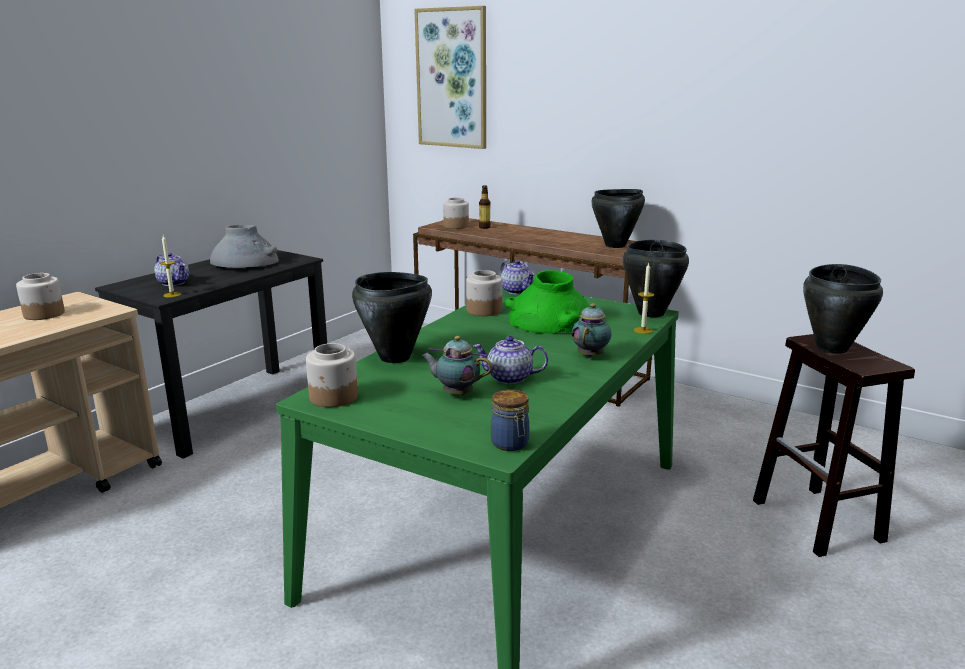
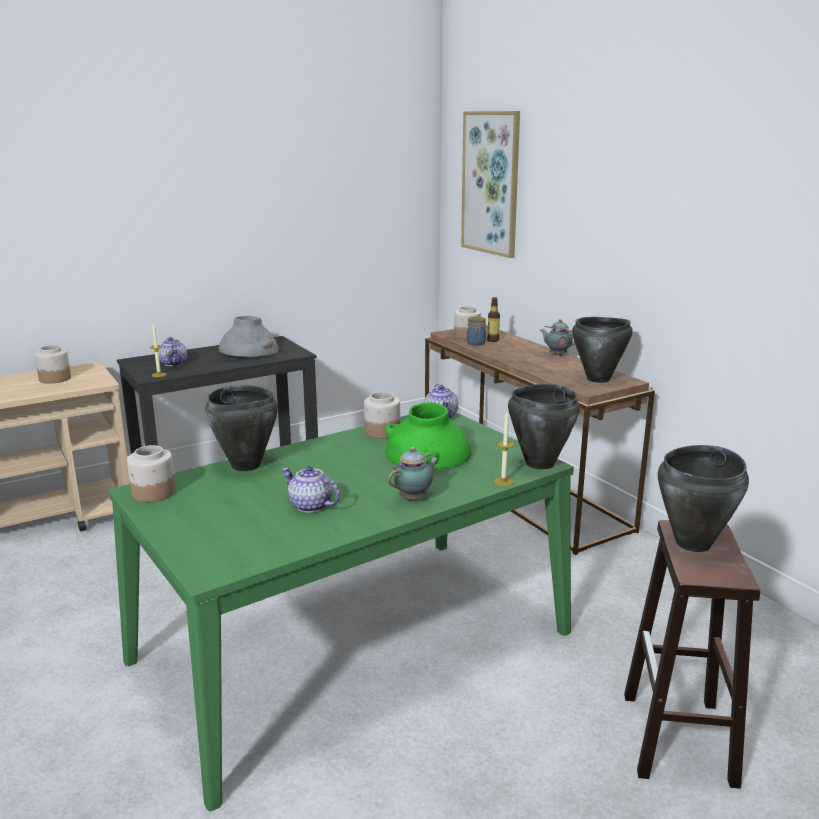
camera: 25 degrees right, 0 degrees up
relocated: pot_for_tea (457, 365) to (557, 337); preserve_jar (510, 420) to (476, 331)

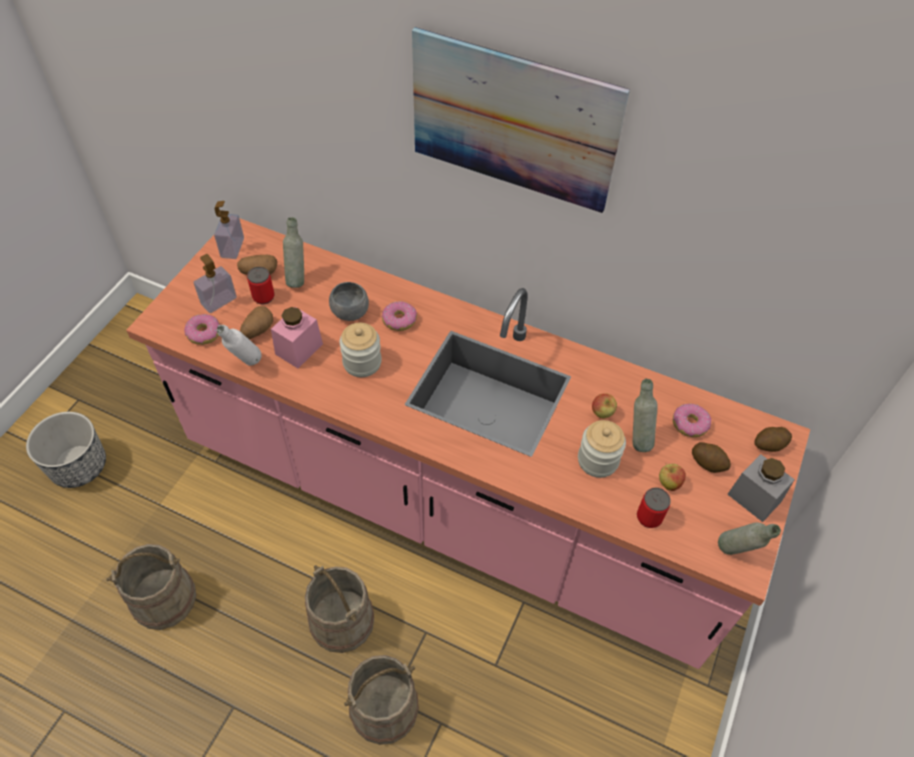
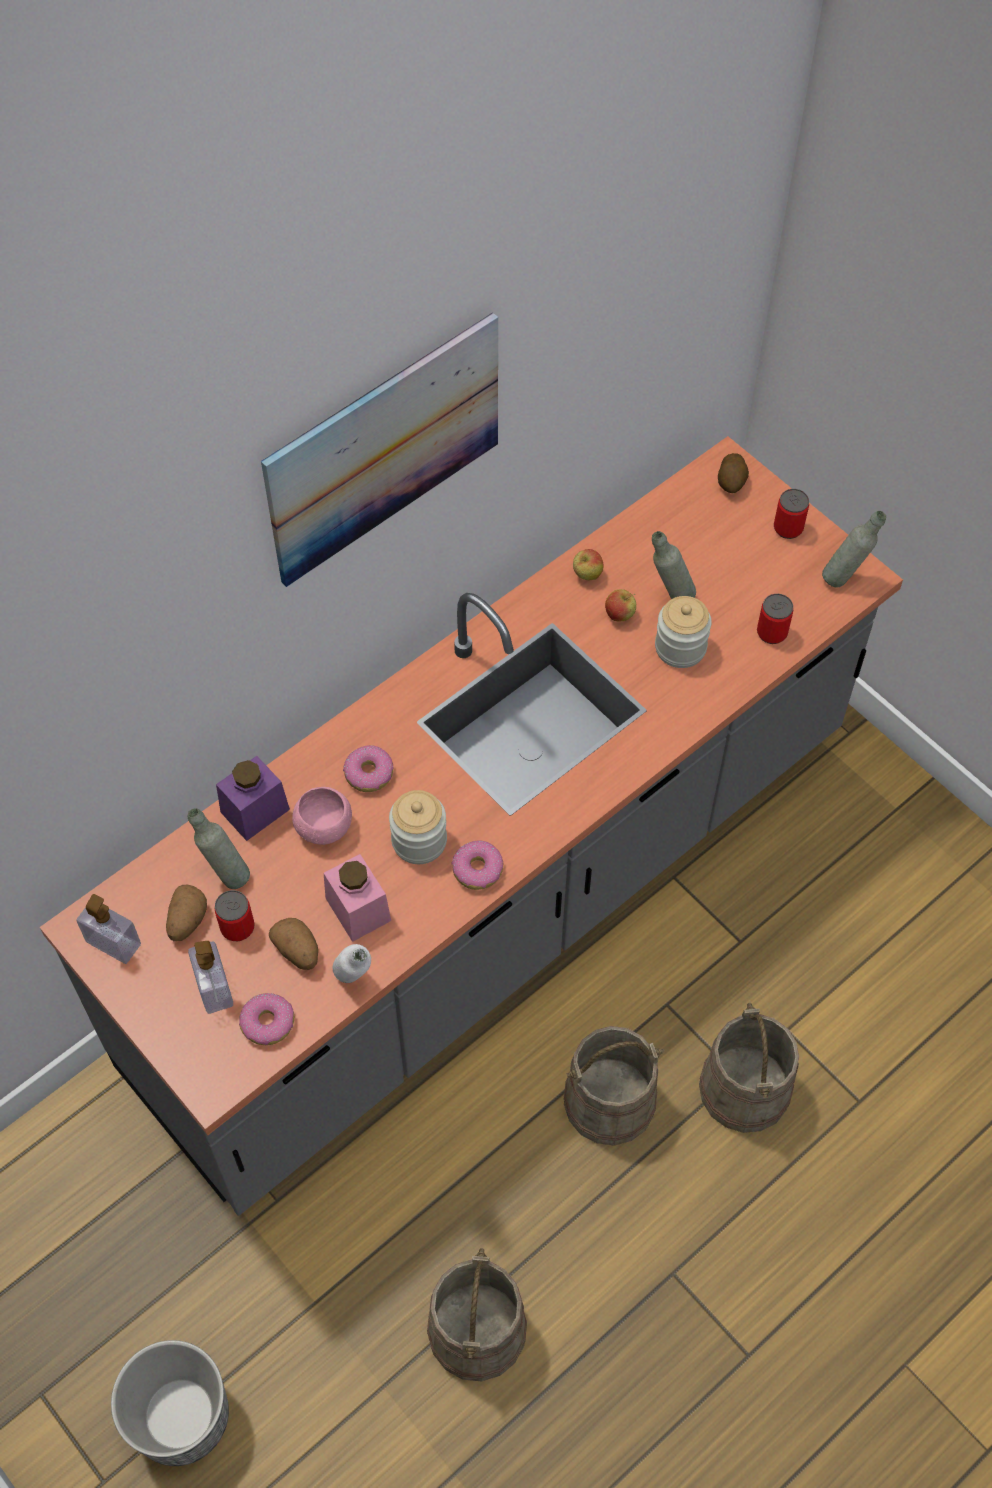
camera: 65 degrees left, 5 degrees up
missing: spud (711, 457)
appeared: purple_preserve_jar (253, 798)
relocated: whole_apple (672, 477) to (588, 564); donut (692, 420) to (477, 865)
exchanged: greyish_preserve_jar (761, 488) to sealed_can (791, 514)
colour: pink_counter (468, 443) to greyish_counter (471, 826); greyish_bowl (349, 301) to pink_bowl (322, 816)

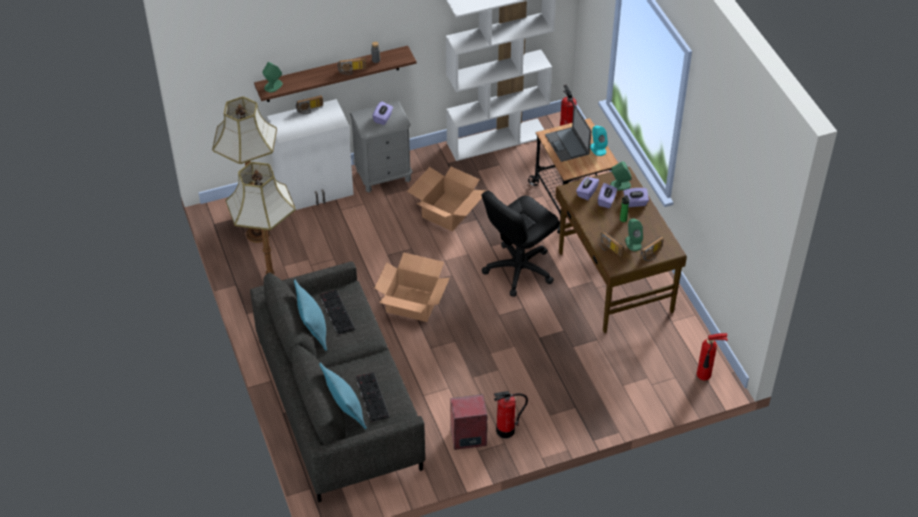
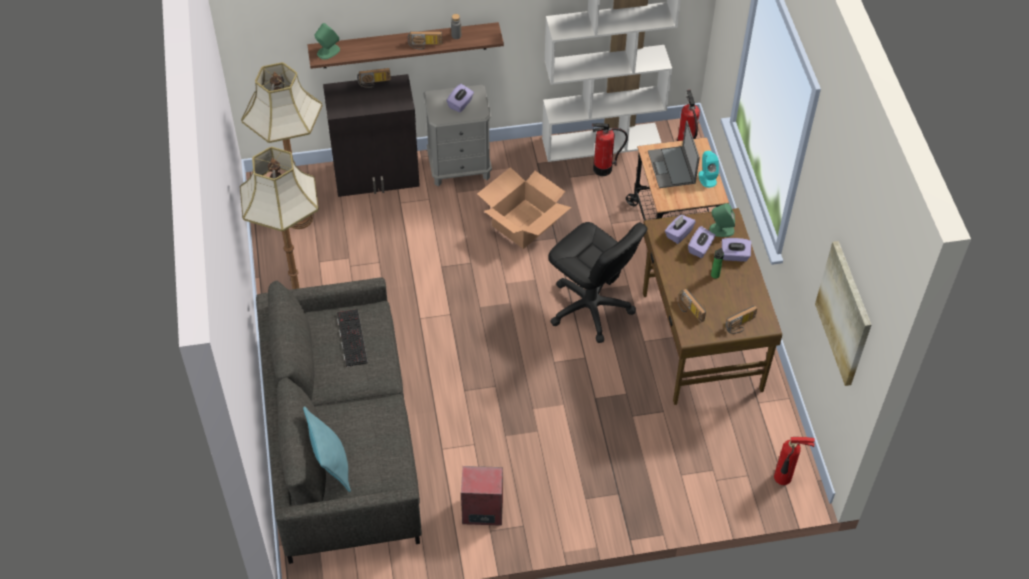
camera: 10 degrees right, 5 degrees up
missing: turquoise-coloured_throw_pillow (310, 315); keyboard (373, 397); carton (412, 287); green-coloured_audio_speaker (634, 234)
appeared: picture (843, 313)
relocated: fire-fighting_cylinder (511, 415) to (610, 149)
colour: white_cupboard (310, 154) to blackish_cupboard (371, 135)
spun: blackish_office_chair (520, 243) = (598, 282) 105 degrees counterclockwise

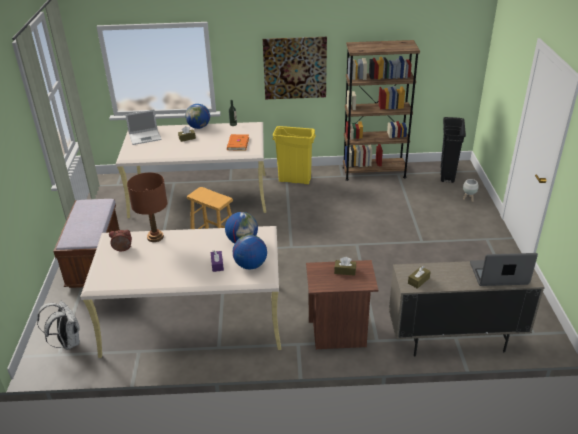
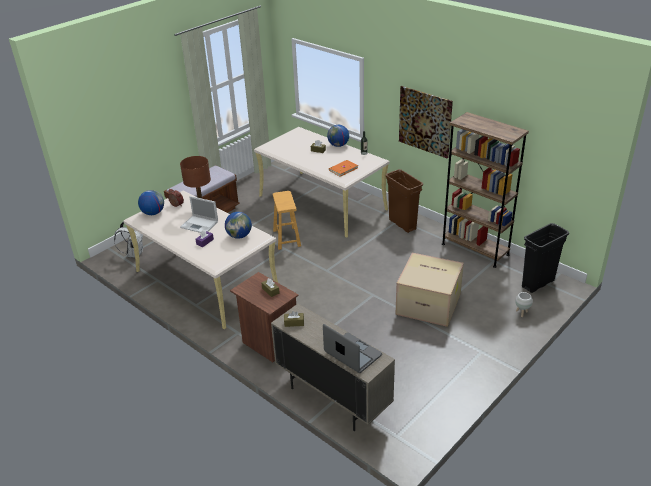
camera: 45 degrees right, 0 degrees up
appeared: carton (429, 290)
relocated: laptop (143, 127) to (199, 214); desk_globe (250, 252) to (151, 202)
colour: yellow_waste_bin (294, 155) to brown_waste_bin (404, 201)

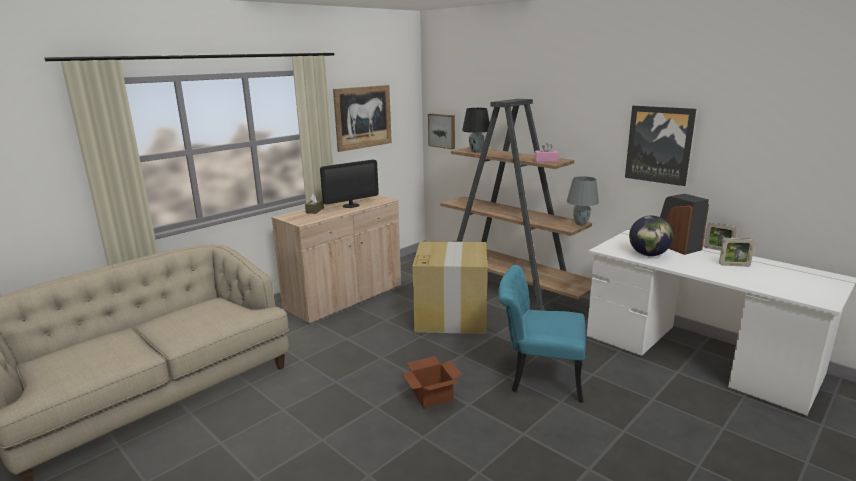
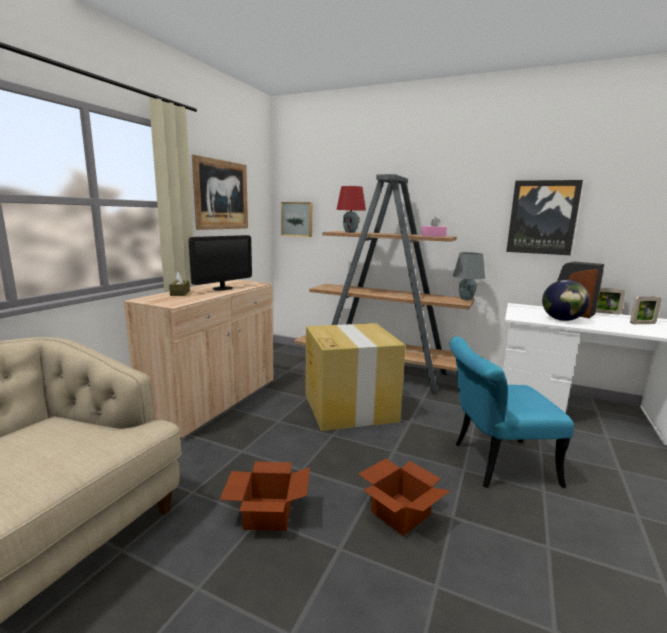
camera: 20 degrees left, 5 degrees down
appeared: carton (265, 496)
colour: blackish_tabletop_lamp (476, 130) to red_tabletop_lamp (351, 209)

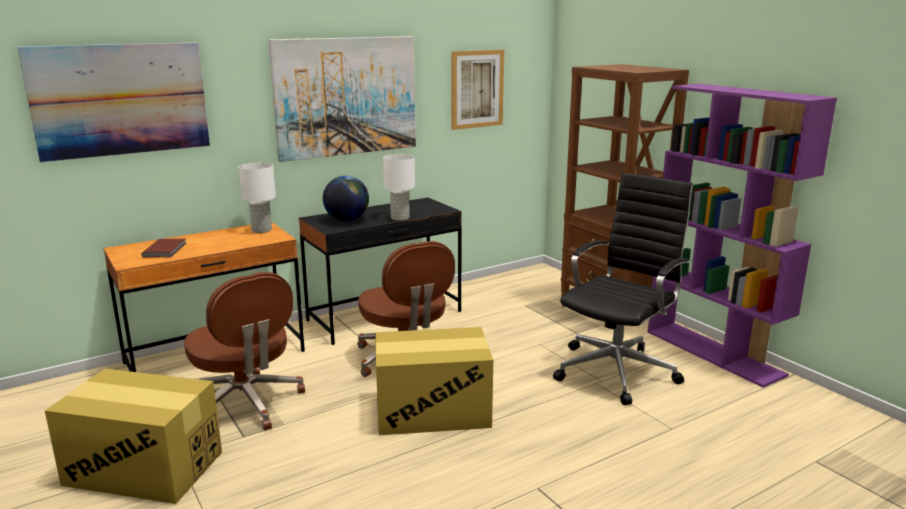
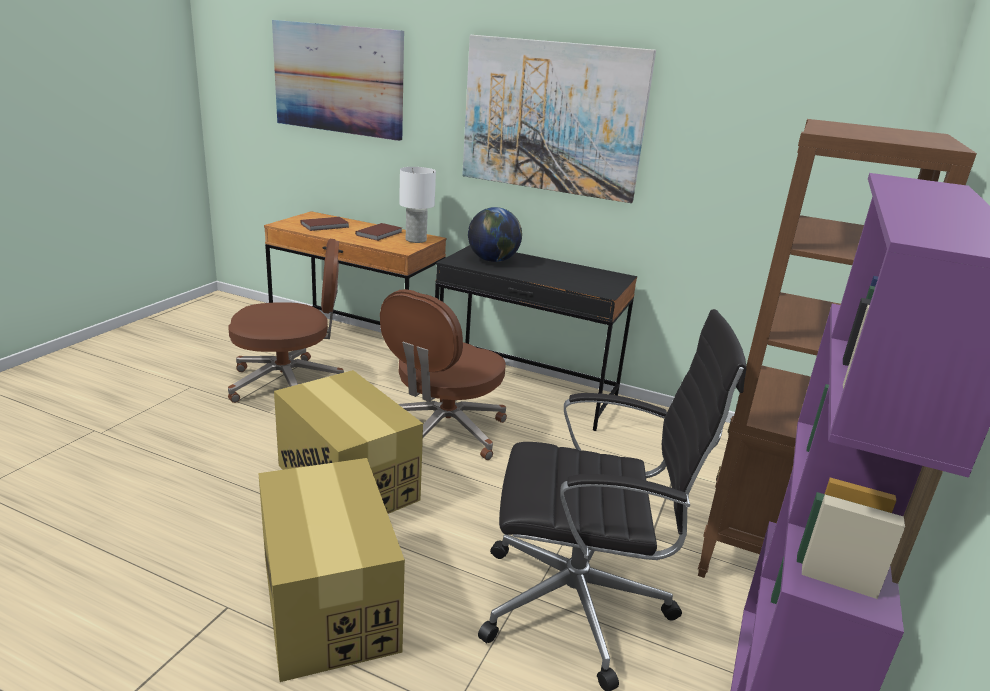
camera: 55 degrees right, 5 degrees up
missing: white_tabletop_lamp (399, 187); picture (477, 90)
appeared: brown_bound_book (378, 232)
relocated: carton (133, 436) to (331, 570)
spun: brown_office_chair (244, 351) = (286, 321) 120 degrees counterclockwise

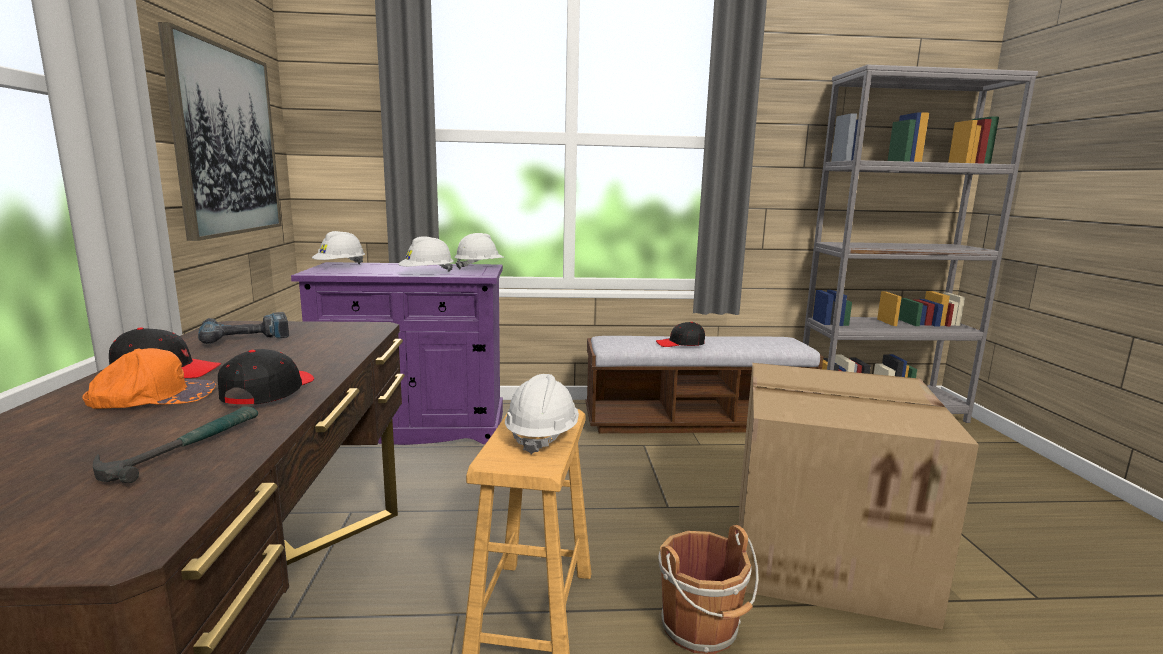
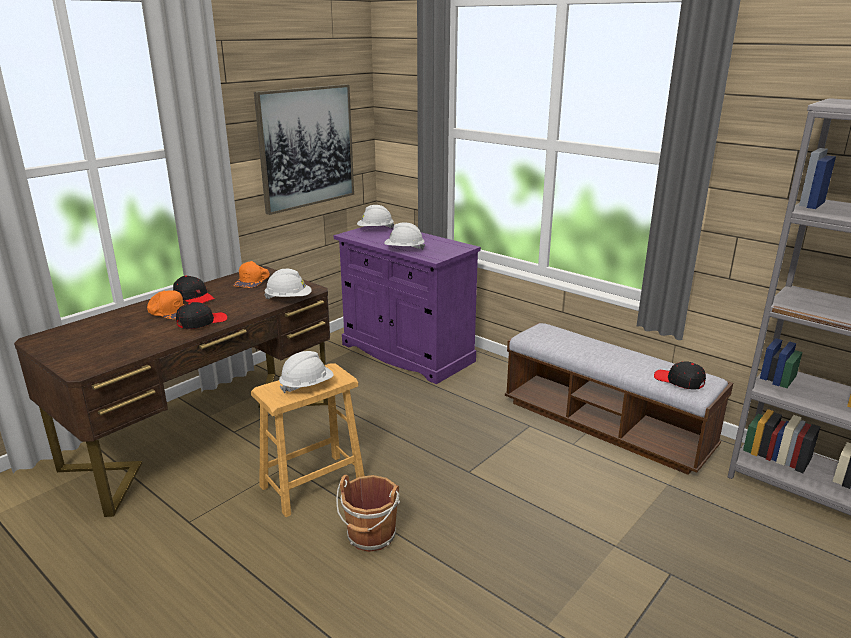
camera: 45 degrees right, 10 degrees up
missing: tool_hammer (175, 444); carton (859, 496)
relocated: white_hard_hat (479, 251) to (288, 284); blackish_peaked_cap (680, 334) to (680, 375)
exchanged: power_drill (243, 328) to orange-coloured_peaked_cap (251, 274)

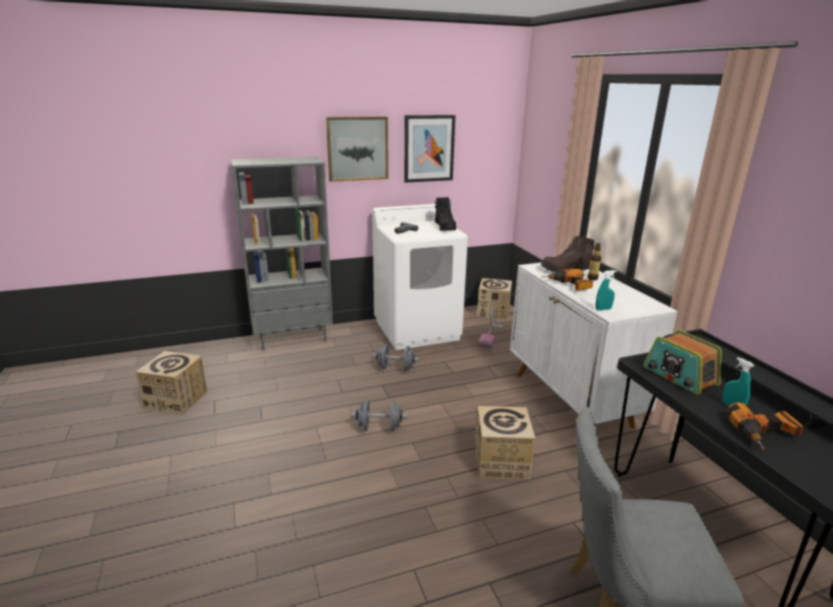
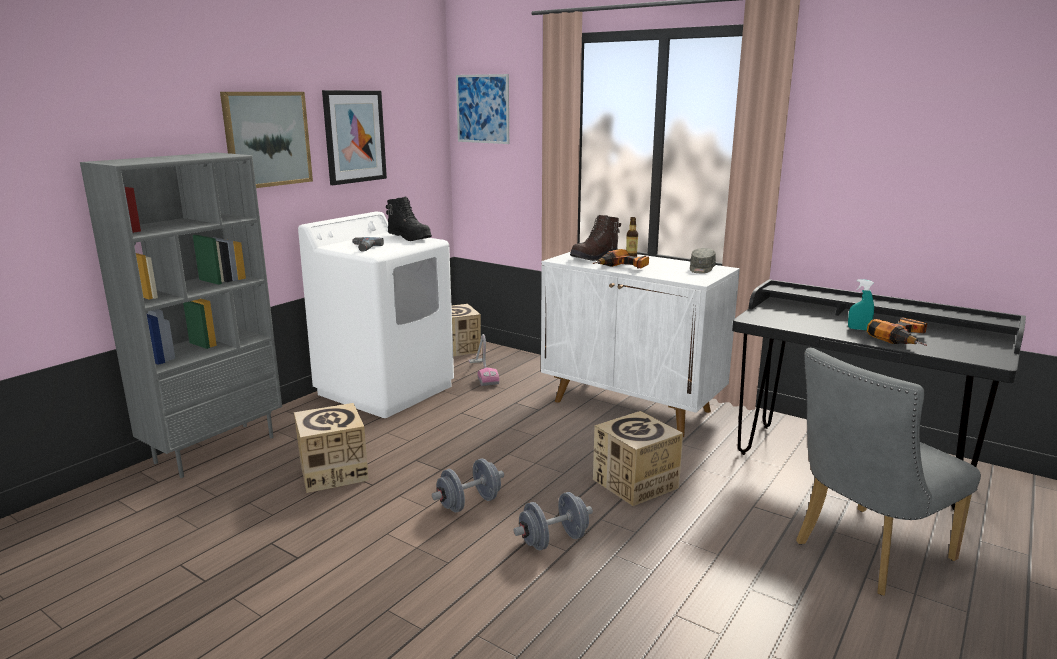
camera: 35 degrees left, 5 degrees down
missing: turquoise-coloured_spray_bottle (606, 290); radio_receiver (682, 362)
appeared: picture (482, 109); greyish_peaked_cap (703, 261)
relocated: carton (171, 383) to (331, 448); greyish_free_weight (396, 357) to (553, 521)

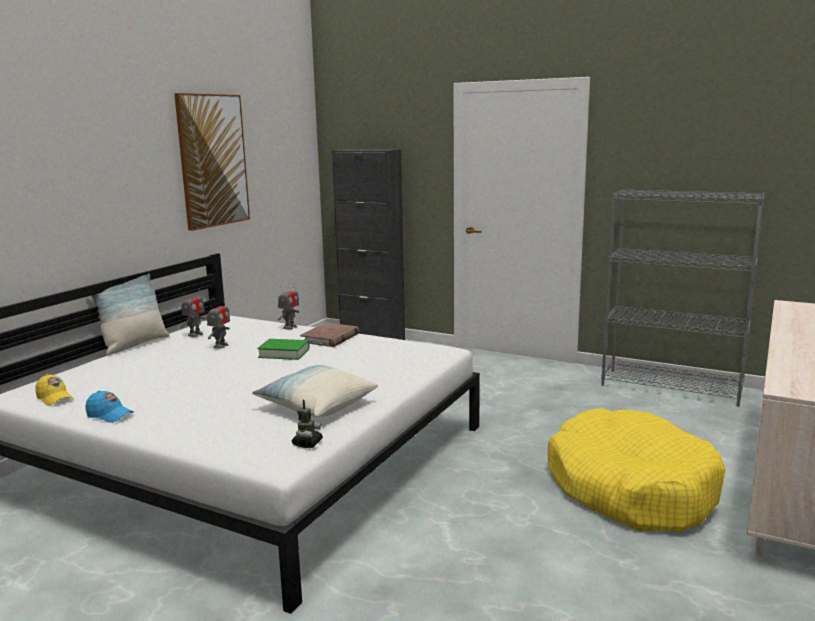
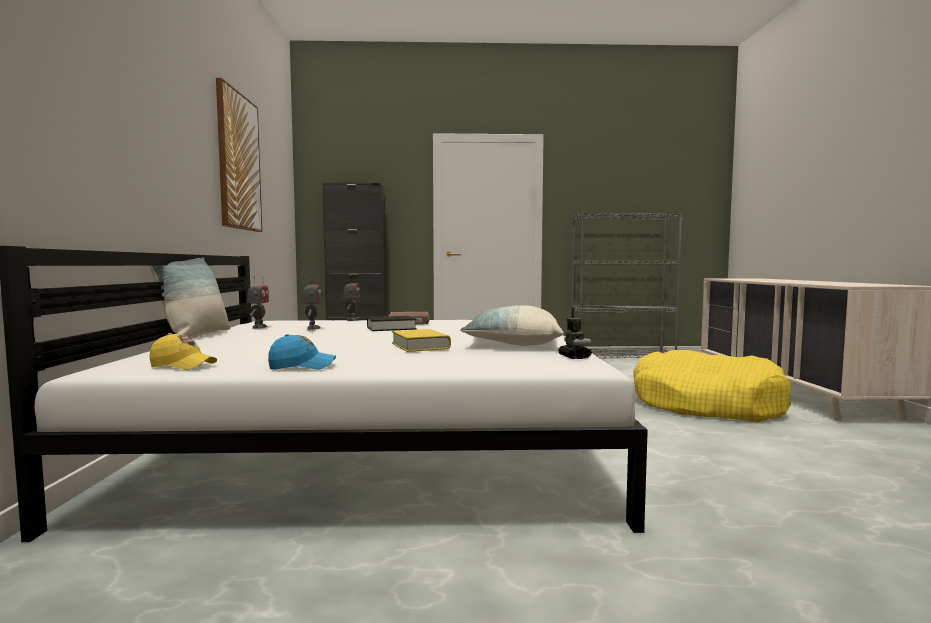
camera: 30 degrees left, 10 degrees down
appeared: yellow_bound_book (421, 340)
colour: green-coloured_bound_book (283, 349) to blackish_bound_book (392, 323)

